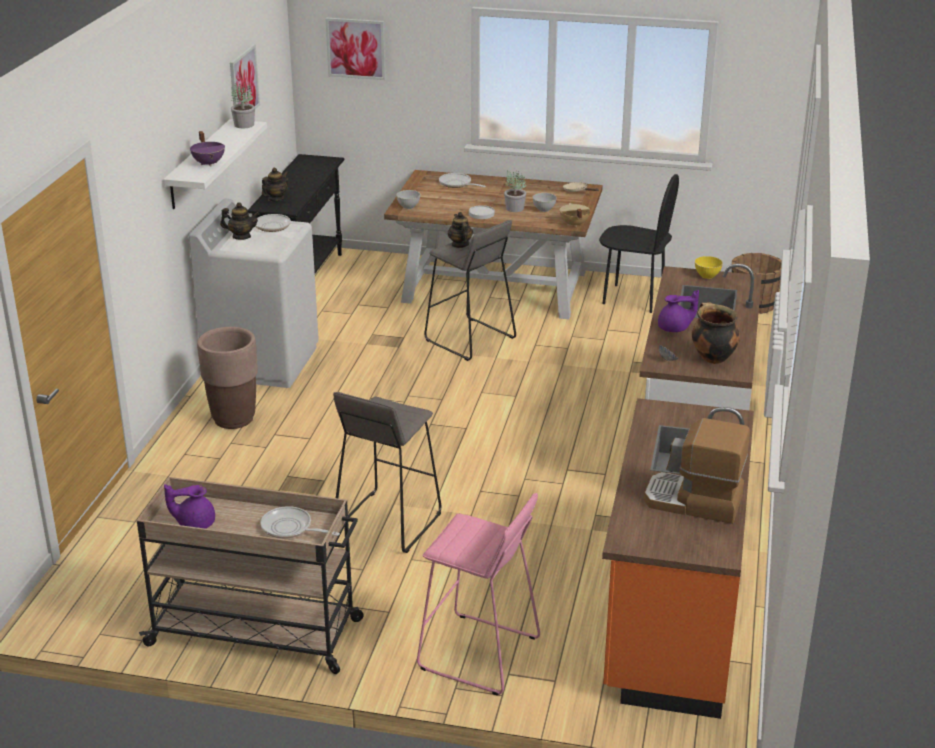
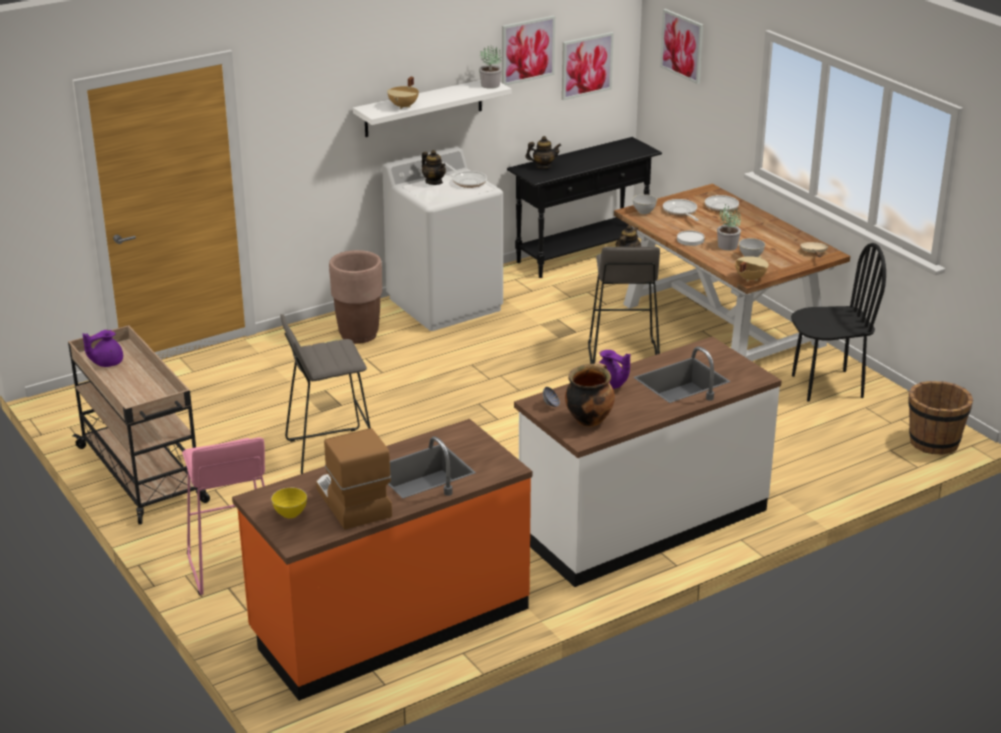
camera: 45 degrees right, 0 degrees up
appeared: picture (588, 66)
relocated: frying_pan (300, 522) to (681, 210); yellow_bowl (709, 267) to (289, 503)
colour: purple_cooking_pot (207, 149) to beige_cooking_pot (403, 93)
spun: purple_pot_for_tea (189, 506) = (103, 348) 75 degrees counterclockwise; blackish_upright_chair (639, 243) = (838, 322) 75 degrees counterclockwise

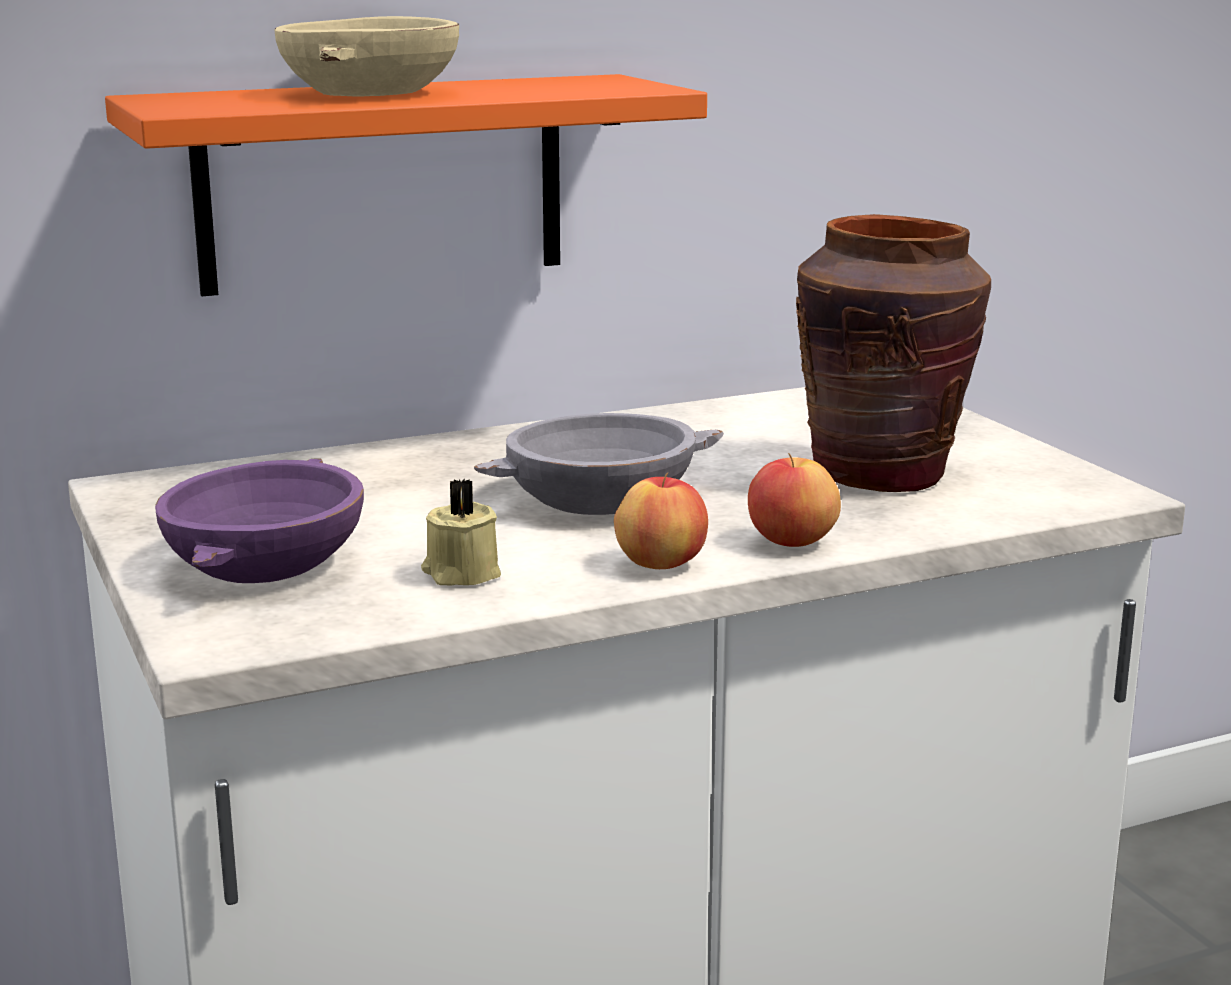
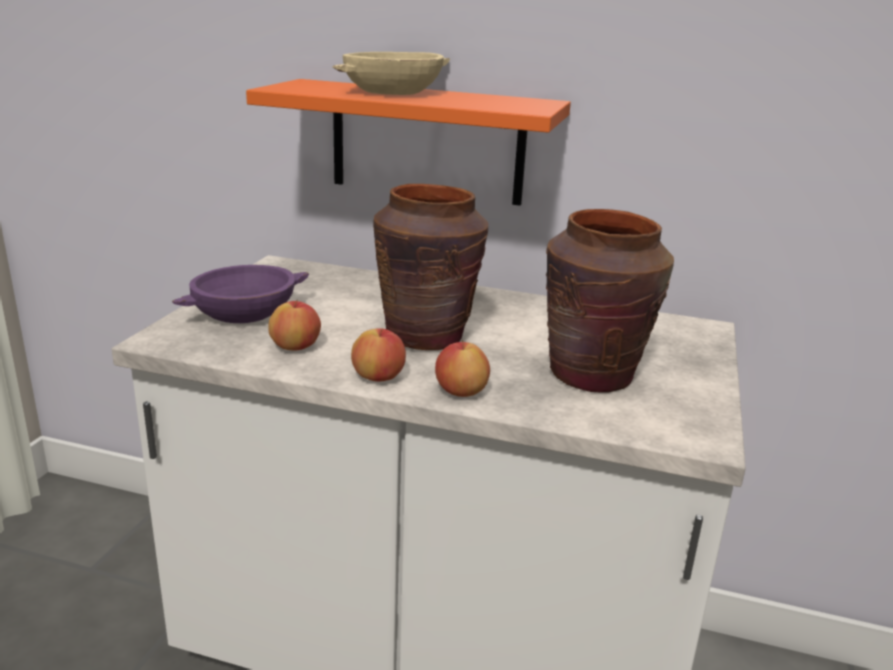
camera: 40 degrees right, 5 degrees up
exchanged: beige_candle (461, 532) to whole_apple (294, 326); greyish_bowl (599, 464) to brown_decorative_vase (430, 267)

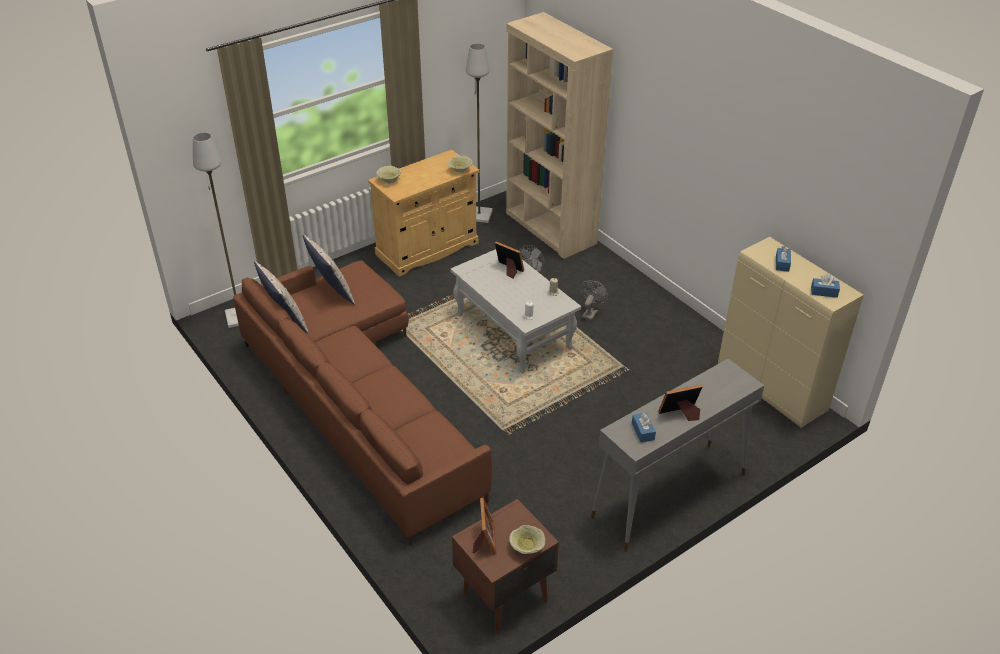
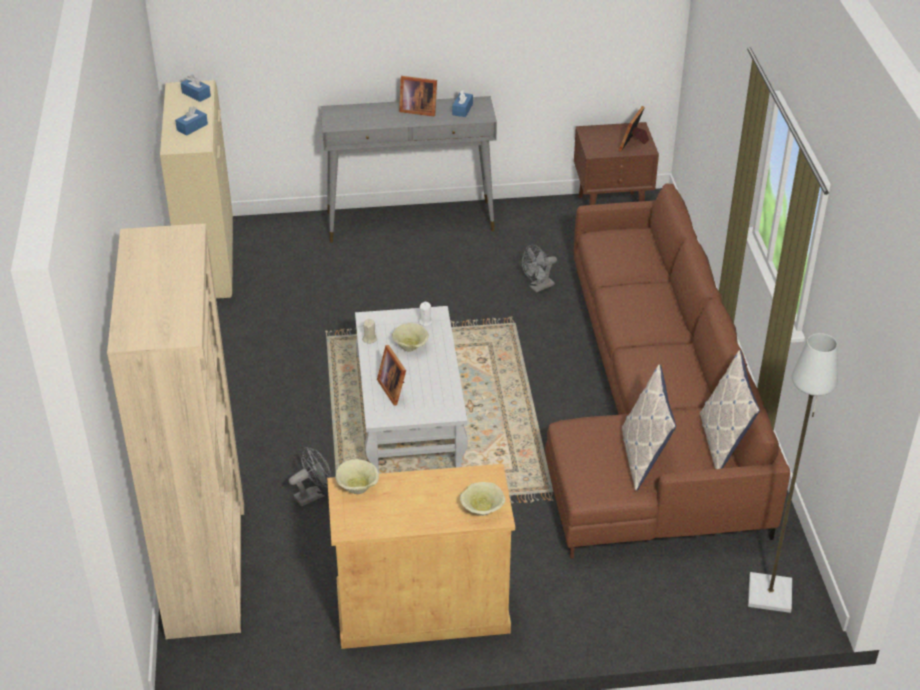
camera: 150 degrees left, 0 degrees up
missing: greyish_standing_lamp (479, 133)
relocated: beige_bowl (527, 539) to (410, 337); greyish_electric_fan (594, 300) to (539, 269)

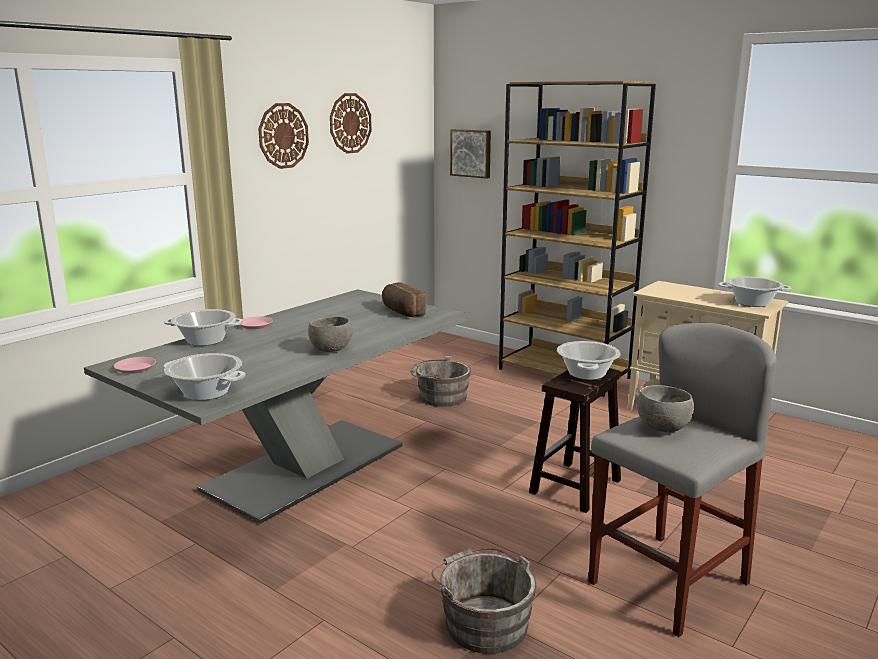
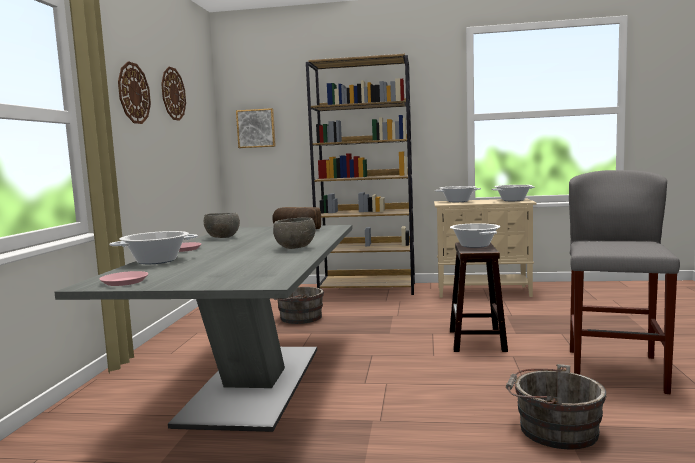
camera: 30 degrees left, 10 degrees down
relocated: cooking_pot (204, 376) to (458, 194); greyish_bowl (665, 408) to (222, 225)

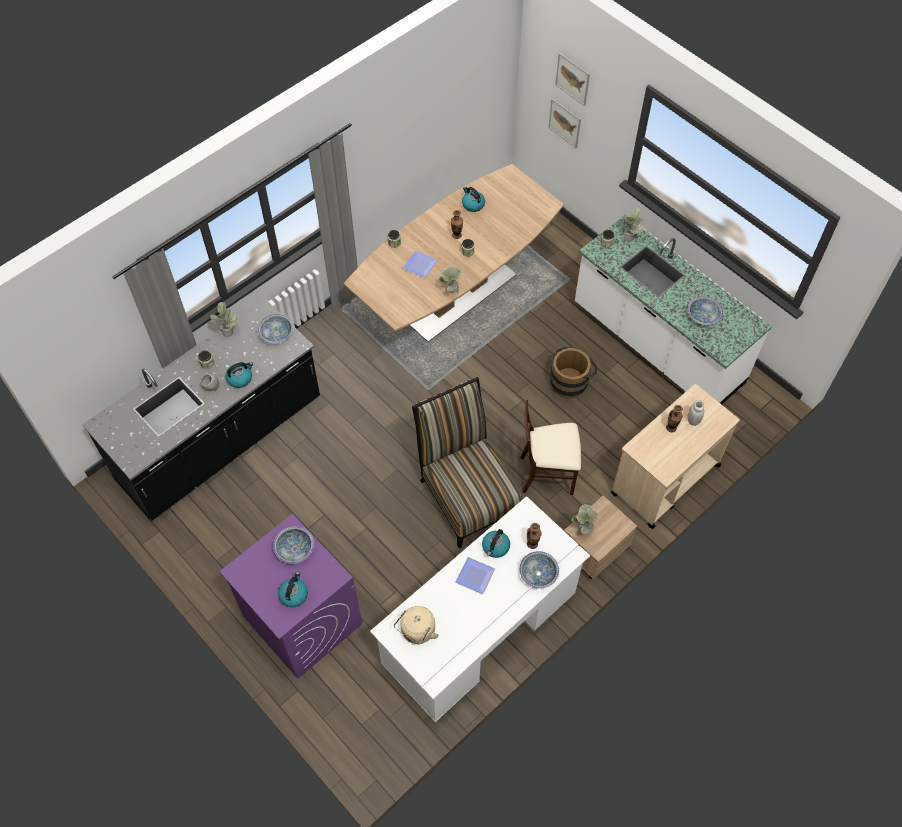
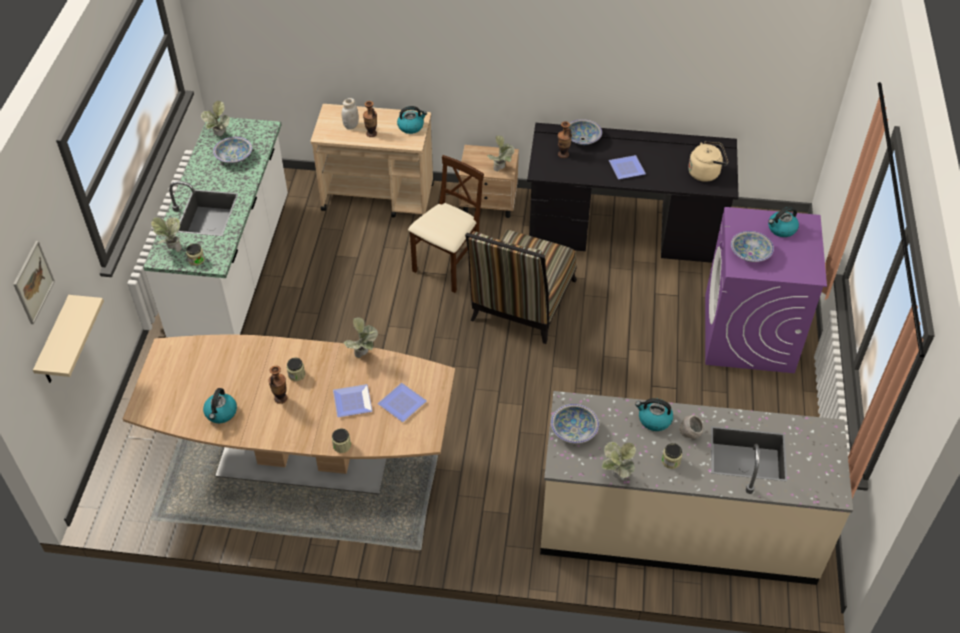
camera: 130 degrees left, 10 degrees down
missing: brown_pail (573, 372)
appeared: potted_plant (215, 118); dinner_plate (402, 402)
relocated: water_kettle (496, 543) to (412, 120)
exchanged: picture (564, 123) to beige_bracket_shelf (68, 339)
colour: blackish_counter (201, 409) to beige_counter (696, 488); white_desk_table (480, 609) to blackish_desk_table (633, 193)
spun: beige_upright_chair (551, 448) = (446, 224) 105 degrees counterclockwise

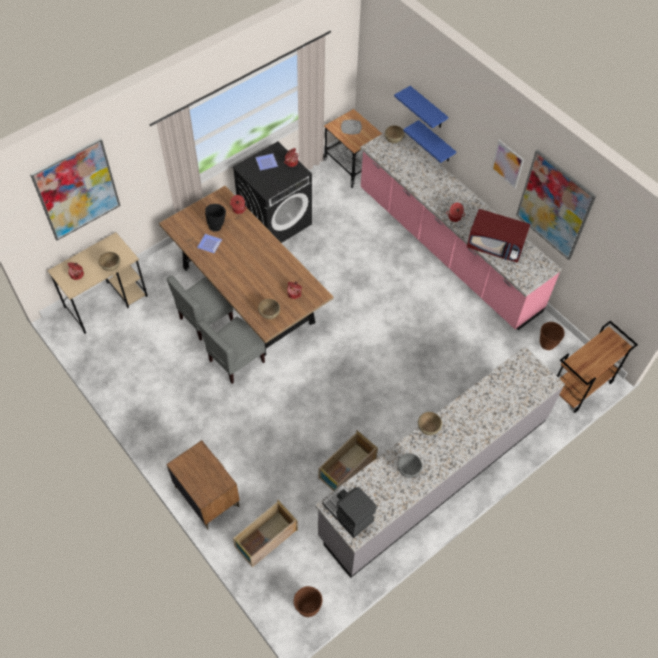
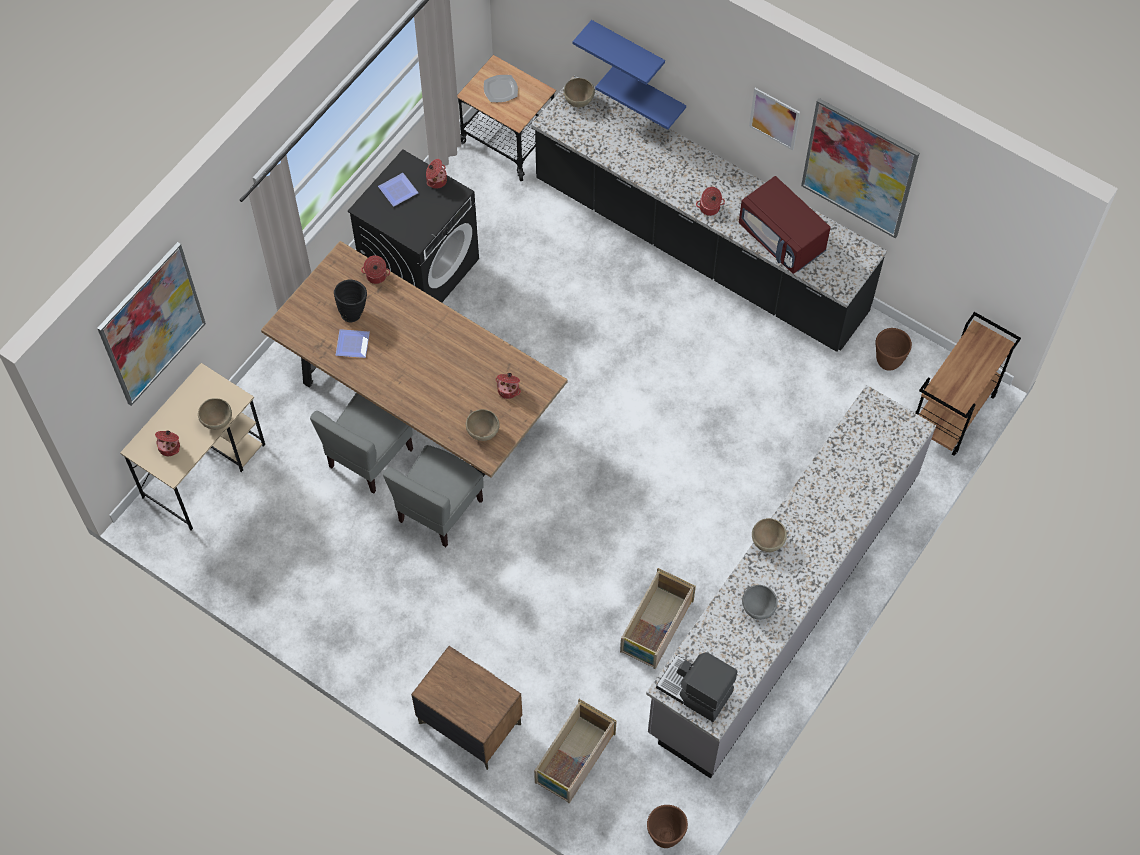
camera: 15 degrees left, 5 degrees up
colour: pink_counter (461, 231) to blackish_counter (709, 213)
spun: red_microwave (498, 236) = (785, 225) 45 degrees clockwise

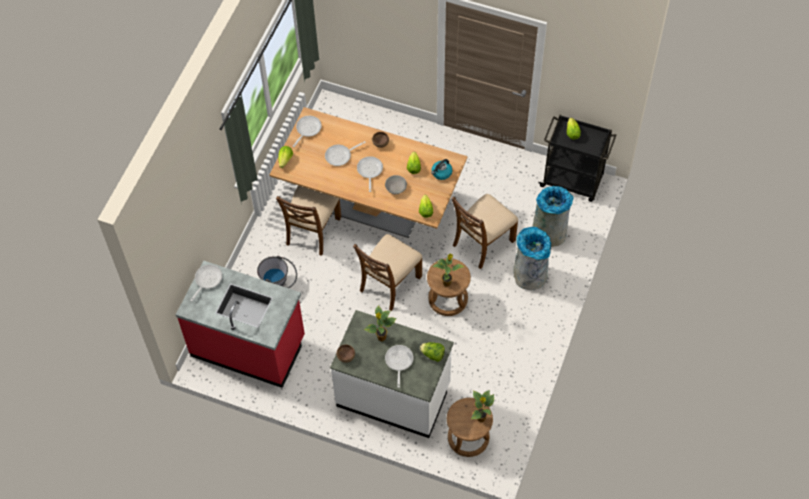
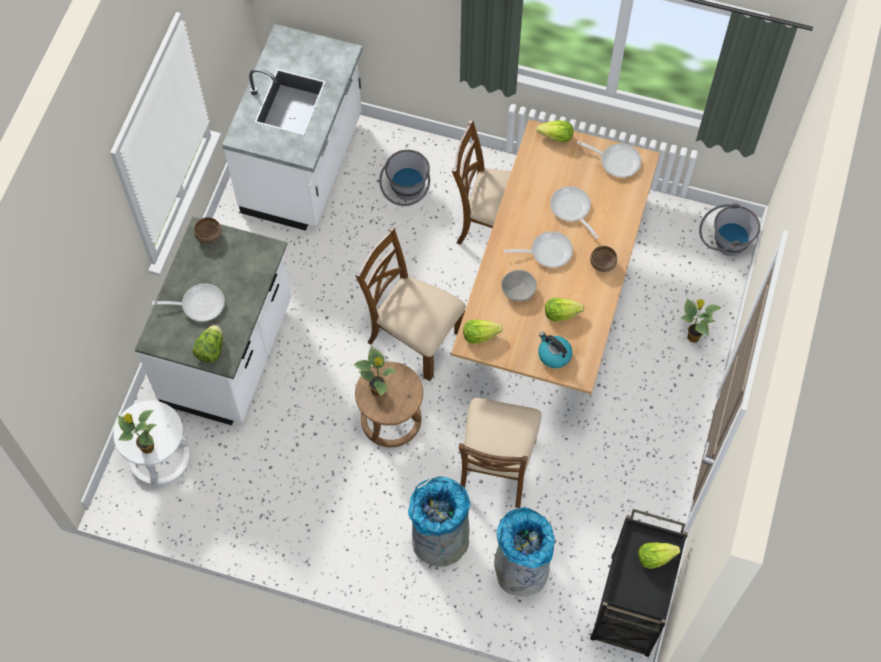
camera: 85 degrees right, 5 degrees up
missing: frying_pan (206, 282)
appeared: greyish_pail (729, 229)
relocated: potted_plant (380, 323) to (701, 320)
colour: red_counter (240, 324) to white_counter (292, 127); brown_stool (470, 427) to white_stool (152, 443)
spun: brown_upright_chair (484, 231) = (500, 453) 120 degrees counterclockwise

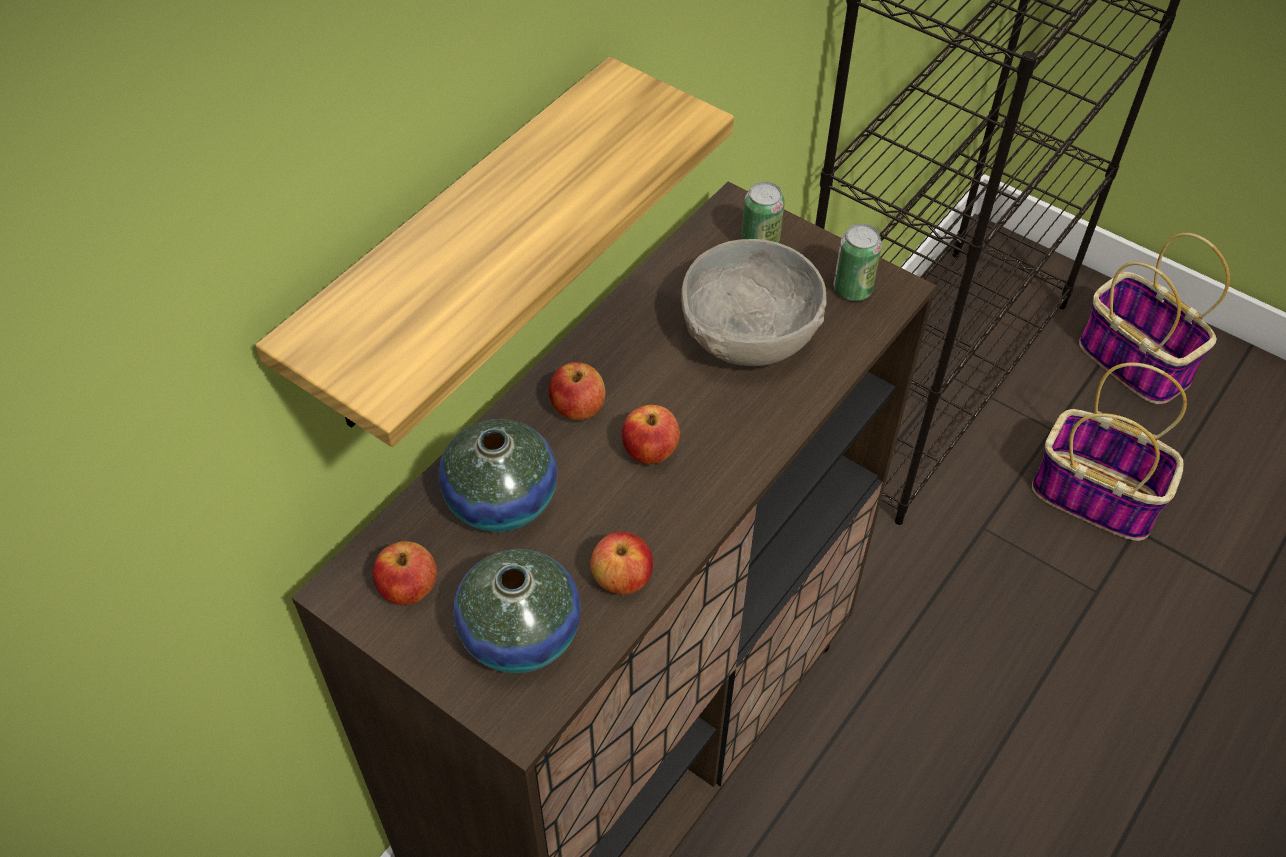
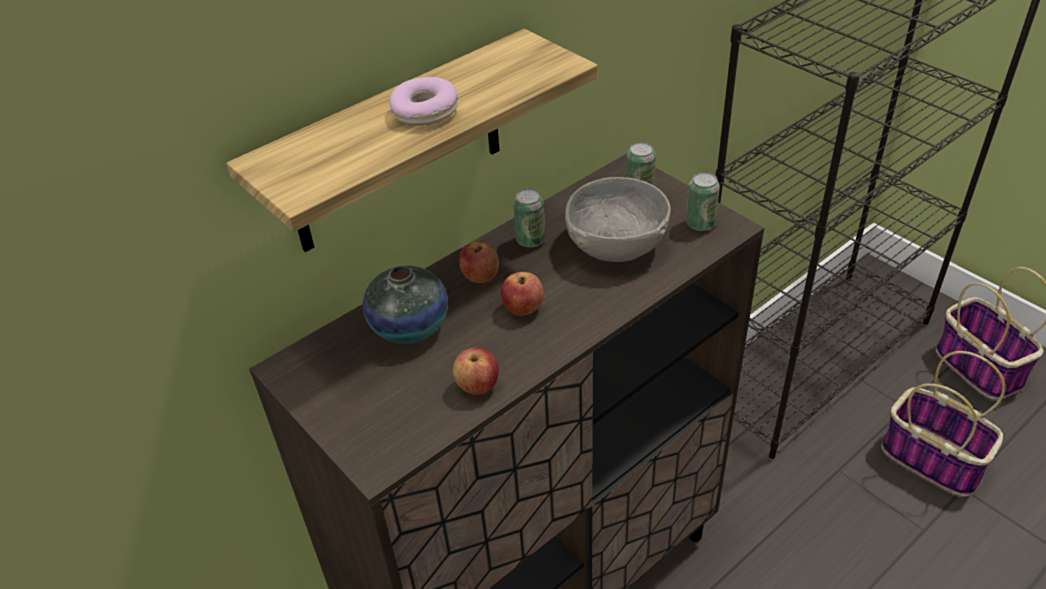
camera: 15 degrees right, 10 degrees down
missing: whole_apple (405, 573); decorative_vase (517, 611)
appeared: donut (423, 101); sealed_can (529, 217)

